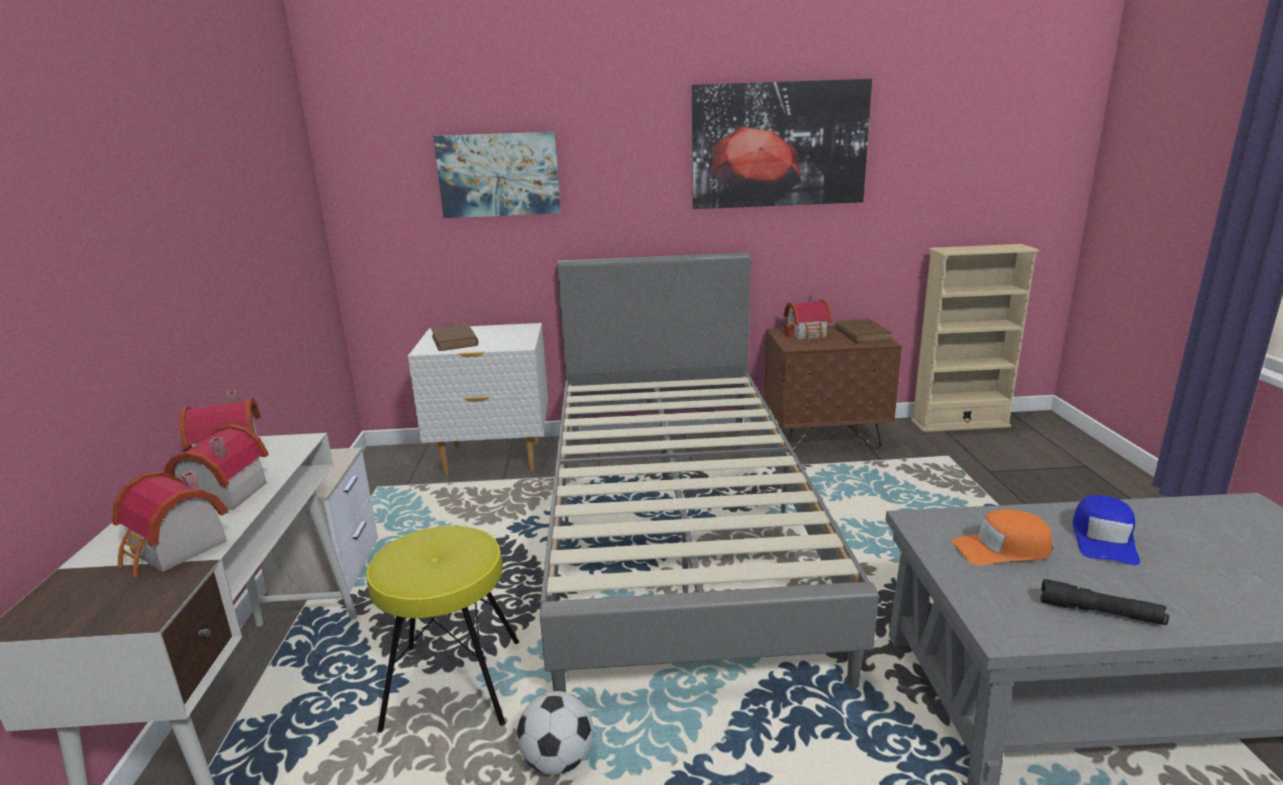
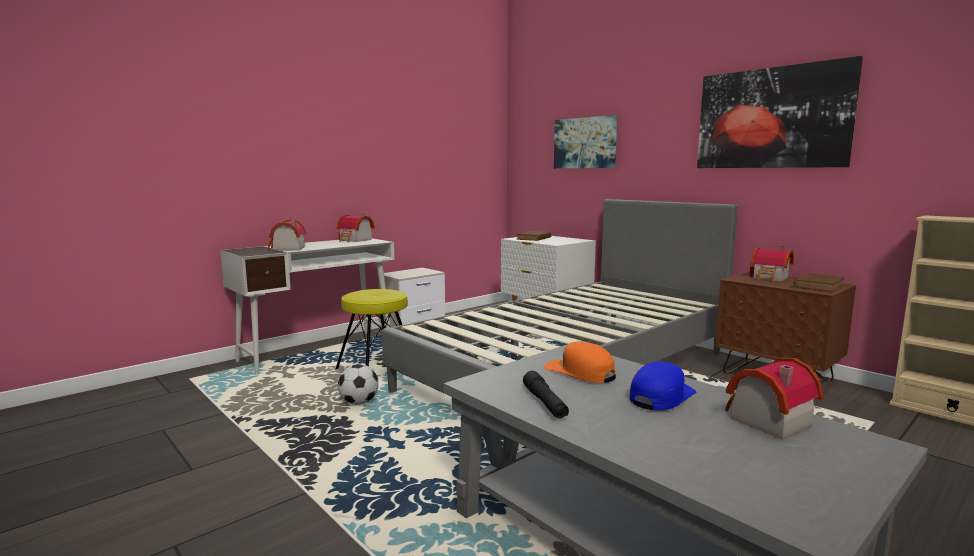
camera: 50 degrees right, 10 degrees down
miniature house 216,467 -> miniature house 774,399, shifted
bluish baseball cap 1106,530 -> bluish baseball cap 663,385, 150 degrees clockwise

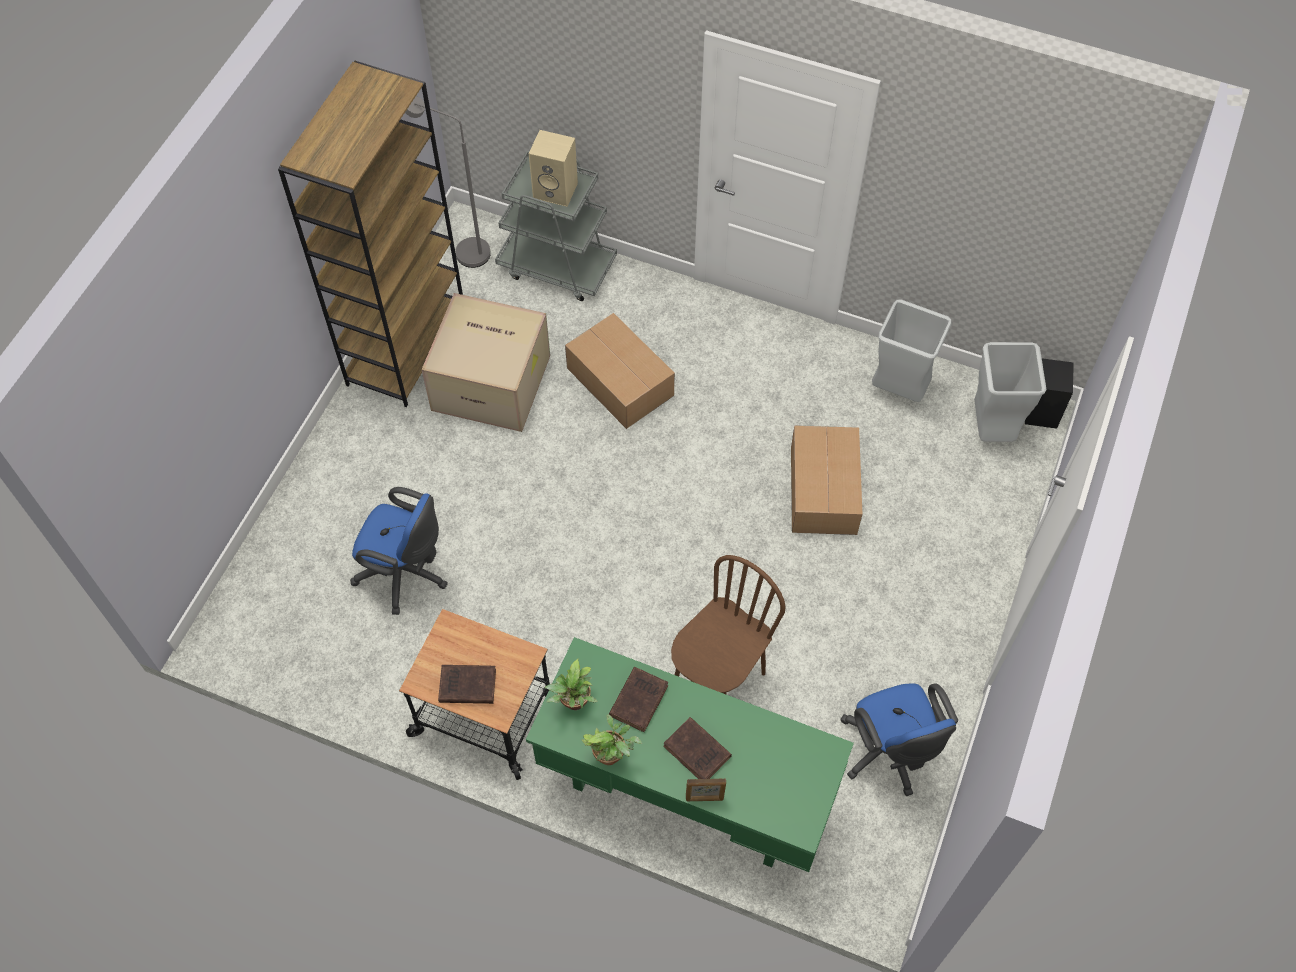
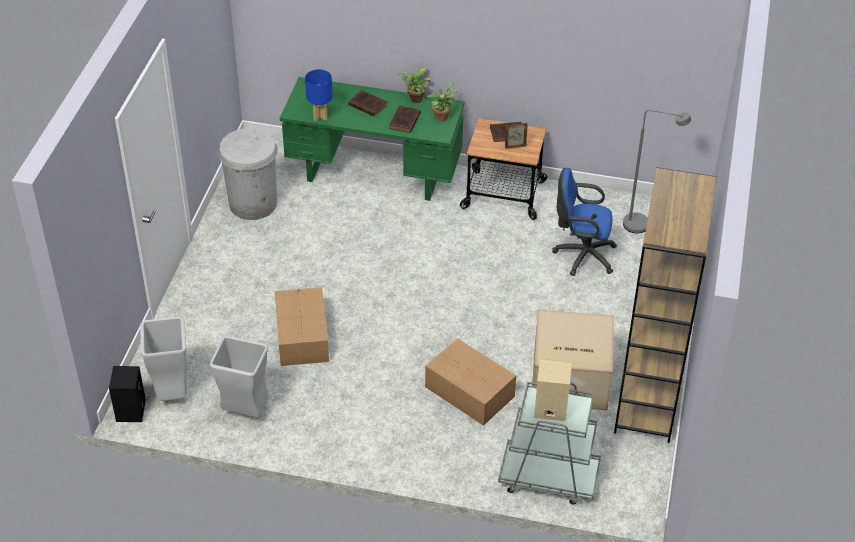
camera: 170 degrees right, 15 degrees down
gray standing lamp 448,182 -> gray standing lamp 657,172, shifted
brown plain chair 728,624 -> none
picture frame 706,789 -> picture frame 516,136, shifted
bluish office chair 899,739 -> white-coloured trash can 248,174
none -> bluish lamp for a table 319,95

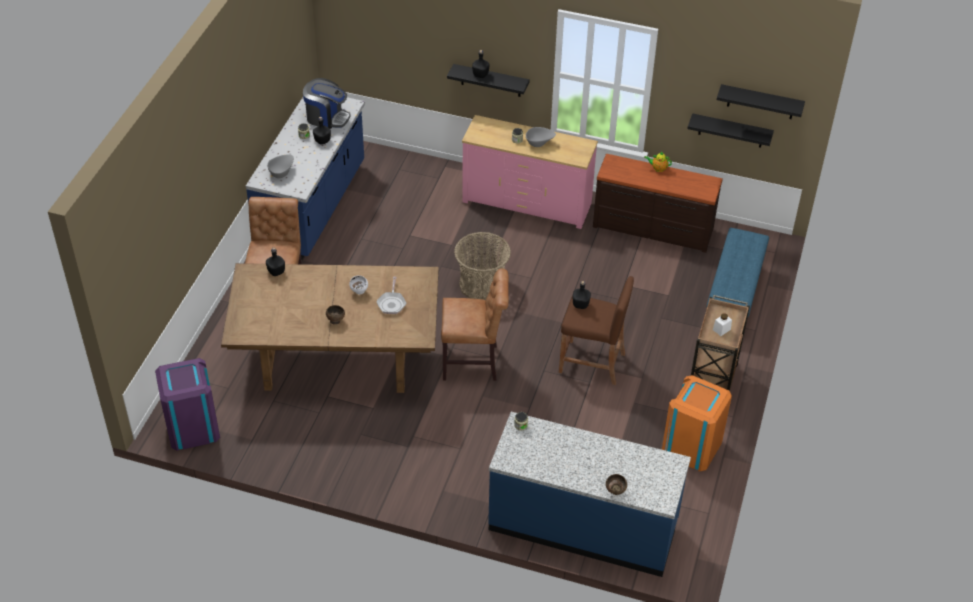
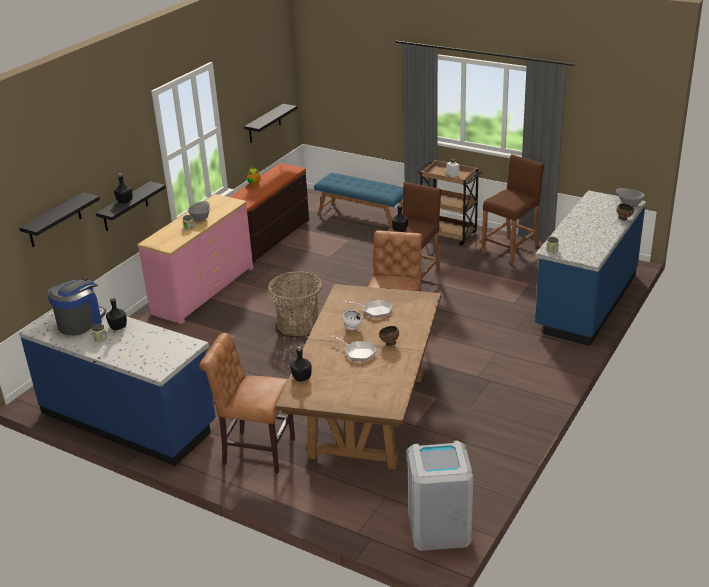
camera: 75 degrees left, 15 degrees down
purple trash can 187,404 -> gray trash can 440,496
gray deep dish 280,166 -> gray deep dish 630,197, shifted
orange trash can 697,423 -> brown stool seat 512,209
blackish wall shelf 761,101 -> blackish wall shelf 59,219, shifted
none -> frying pan 354,348

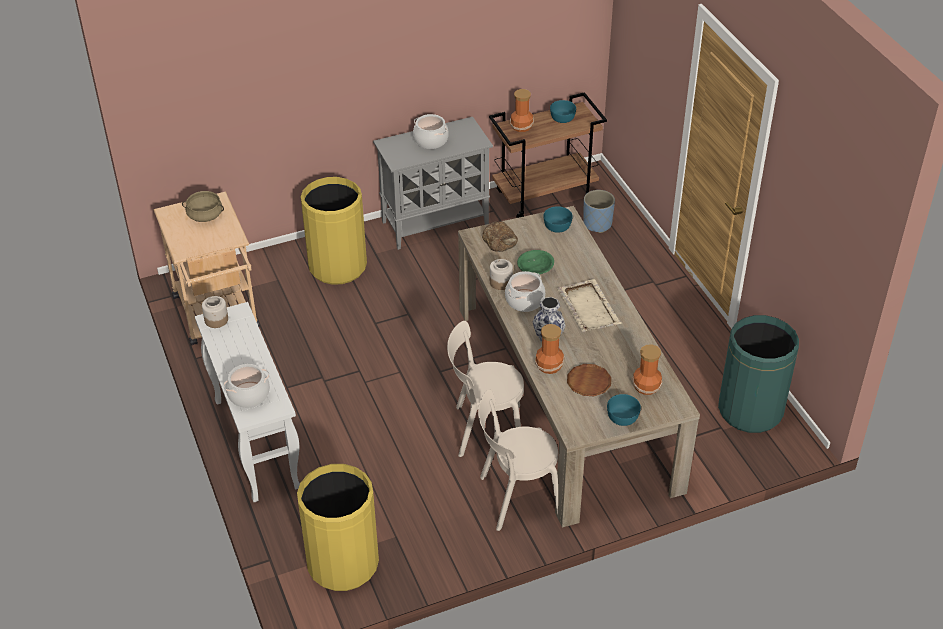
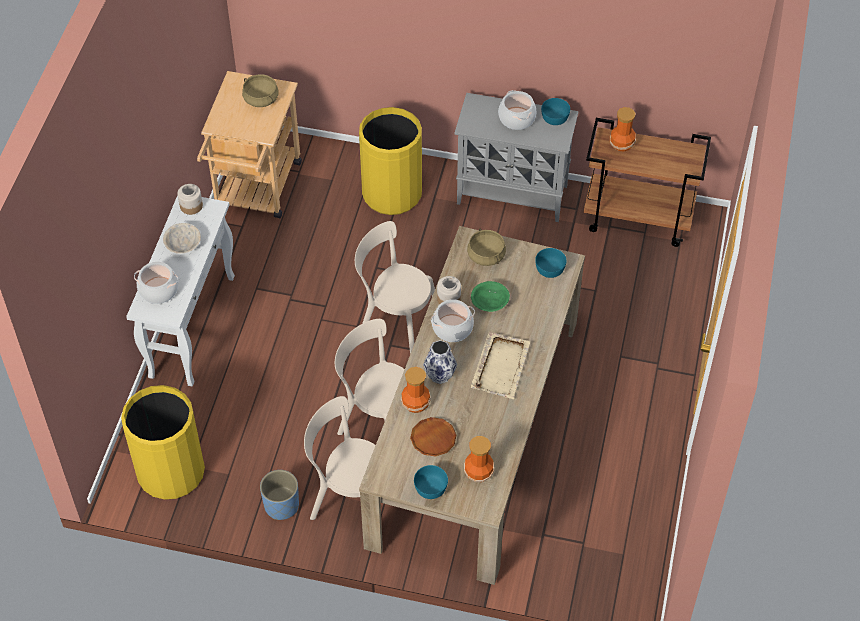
camera: 35 degrees right, 10 degrees up
bread 500,236 -> sand-coloured saucepot 486,247
turquoise-coloured deep dish 563,111 -> turquoise-coloured deep dish 555,111, shifted
bluish flower pot 599,211 -> bluish flower pot 279,495, shifted
green trash can 758,374 -> none
none -> sand-coloured deep dish 182,238
none -> sand-coloured plain chair 395,287

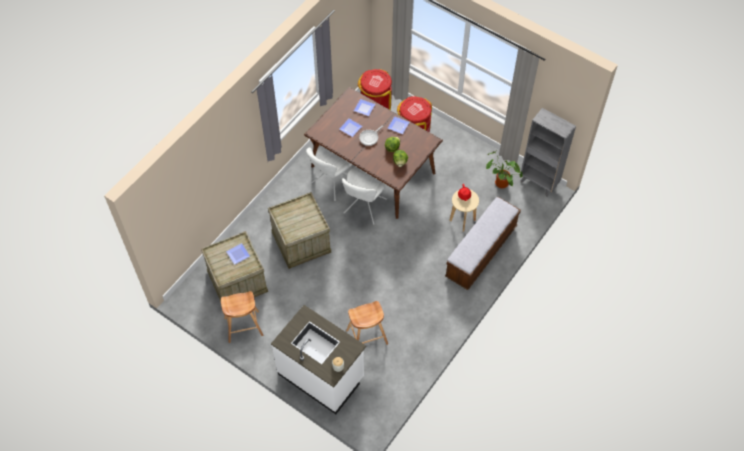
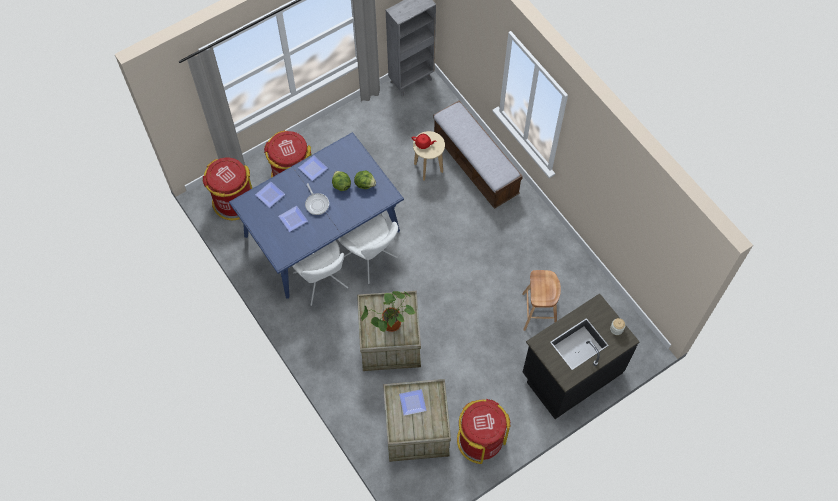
camera: 70 degrees left, 5 degrees up
brown stool seat 242,317 -> reddish trash can 484,431
white-coloured kitchen base unit 318,359 -> blackish kitchen base unit 581,356
brown dining table 373,153 -> bluish dining table 316,215
plant in a pot 504,169 -> plant in a pot 388,311, shifted

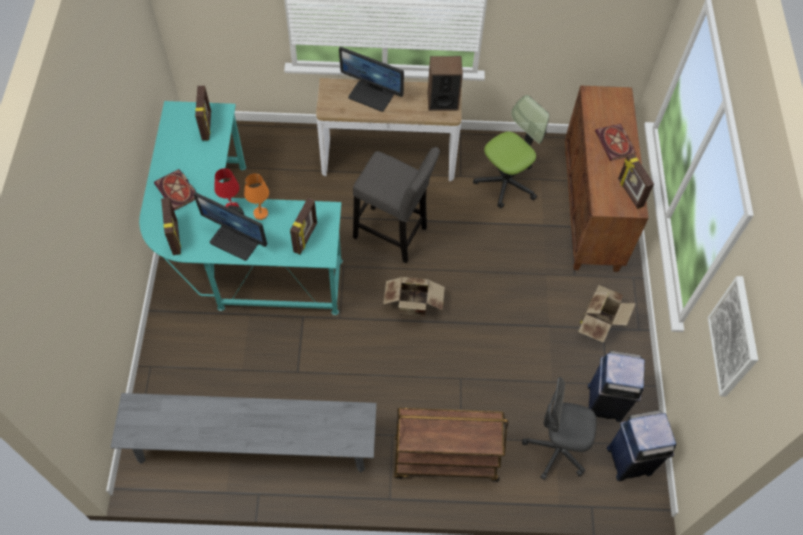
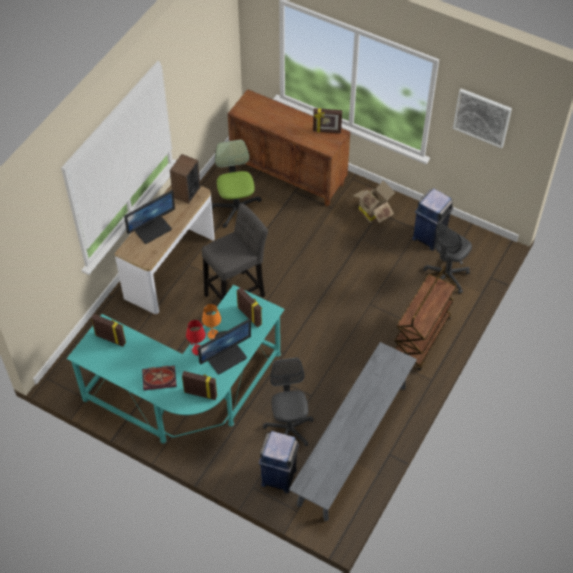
camera: 60 degrees left, 5 degrees down
packing box 414,297 -> none
volume 615,142 -> none
bluish trash can 642,445 -> bluish trash can 279,462, shifted
none -> gray office chair 288,401

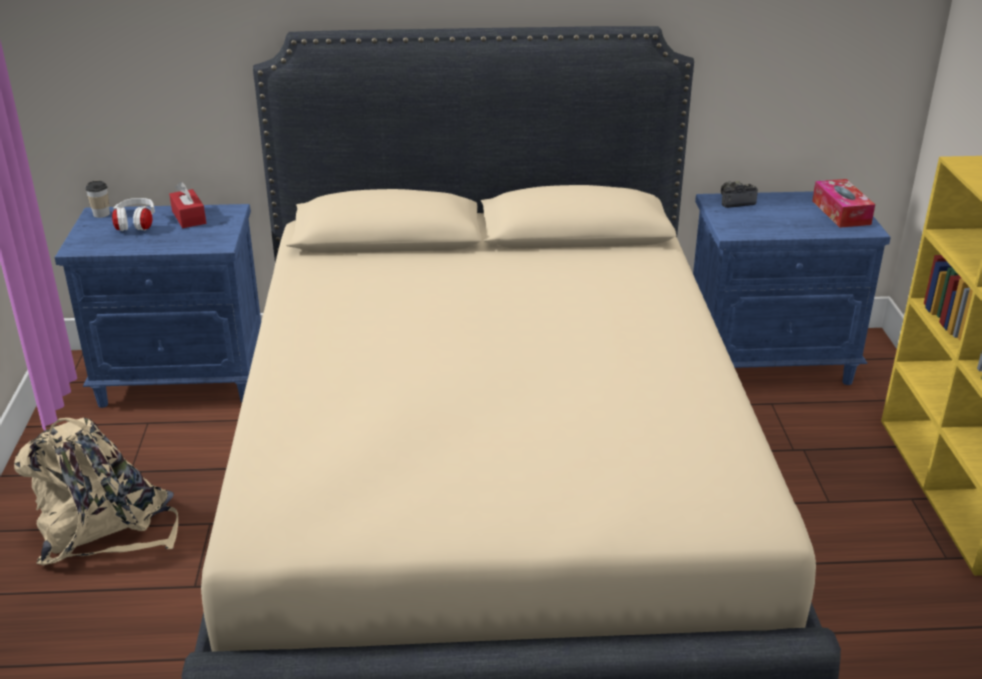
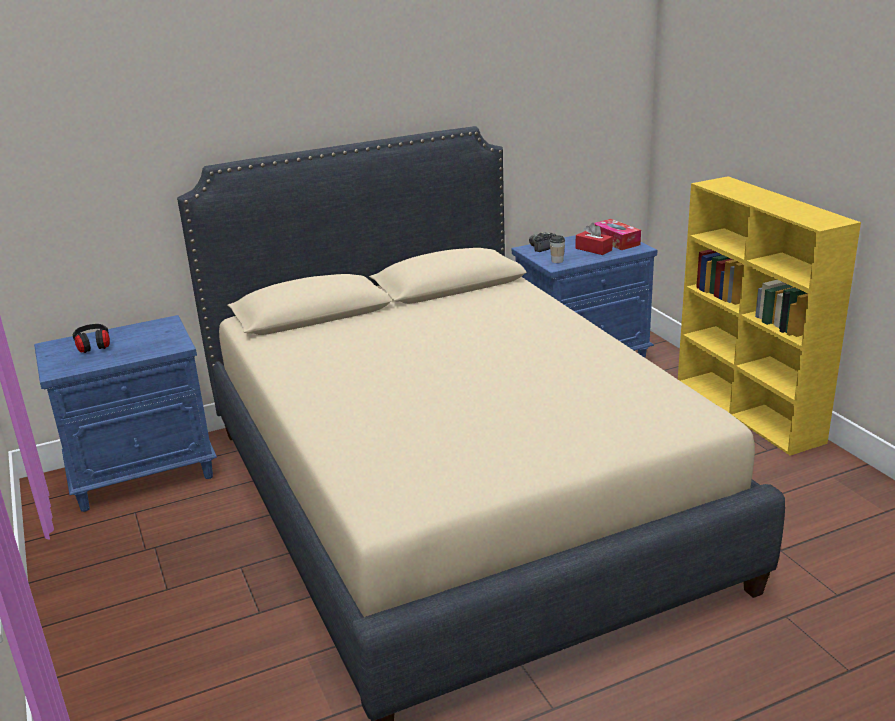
camera: 20 degrees left, 5 degrees down
sand-coloured backpack 96,491 -> none
small cup 97,199 -> small cup 557,249, shifted
white-coloured headset 133,214 -> blackish headset 91,338
reddish box of tissues 187,205 -> reddish box of tissues 594,239, shifted

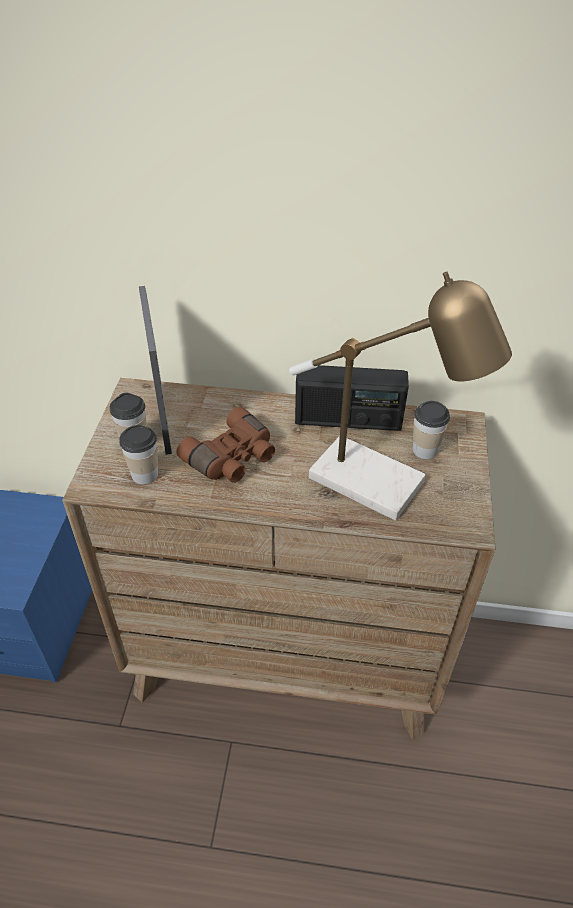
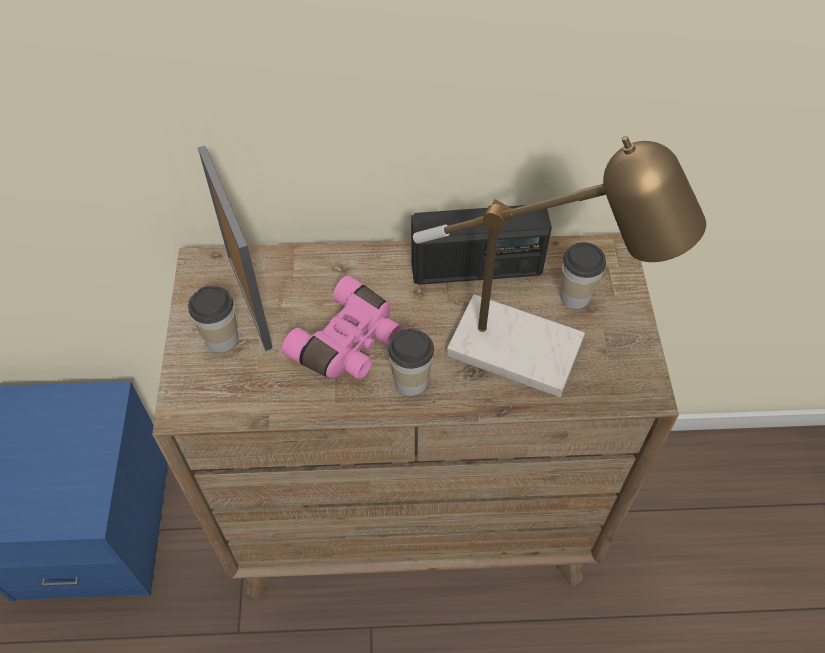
camera: 10 degrees left, 10 degrees up
small cup 139,454 -> small cup 411,362, shifted
brown field glasses 225,444 -> pink field glasses 341,327

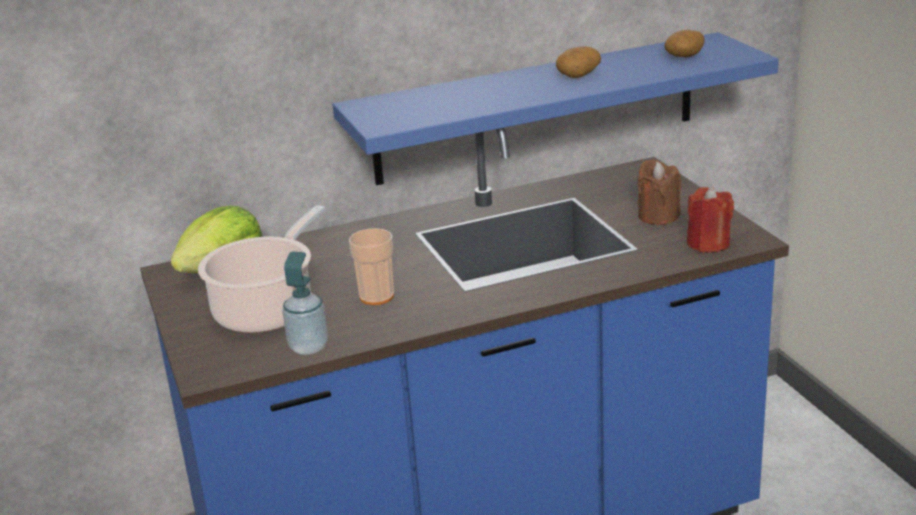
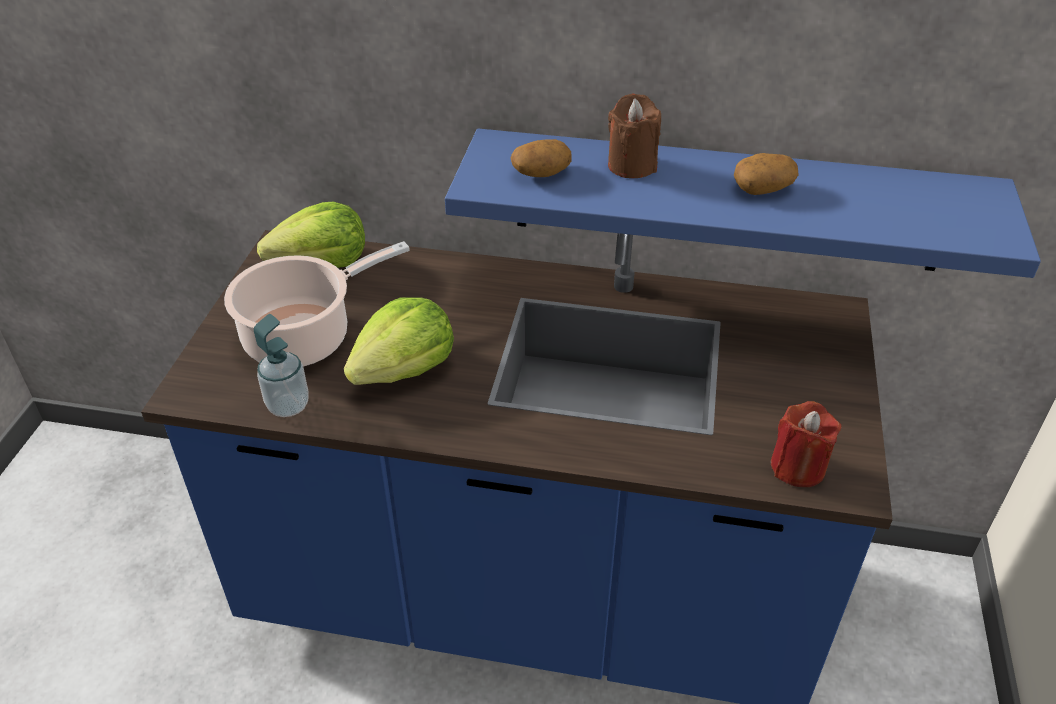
camera: 30 degrees right, 15 degrees up
small cup 371,266 -> lettuce 399,341
brown candle 659,192 -> brown candle 634,136, shifted
spud 684,43 -> spud 541,158, shifted

